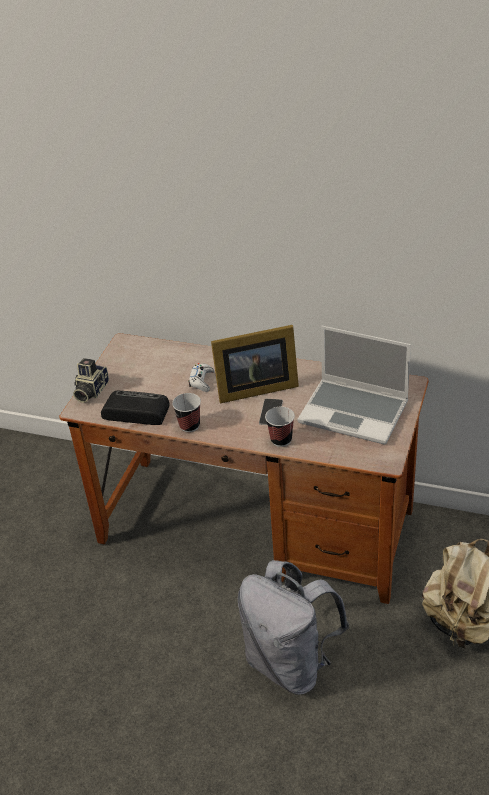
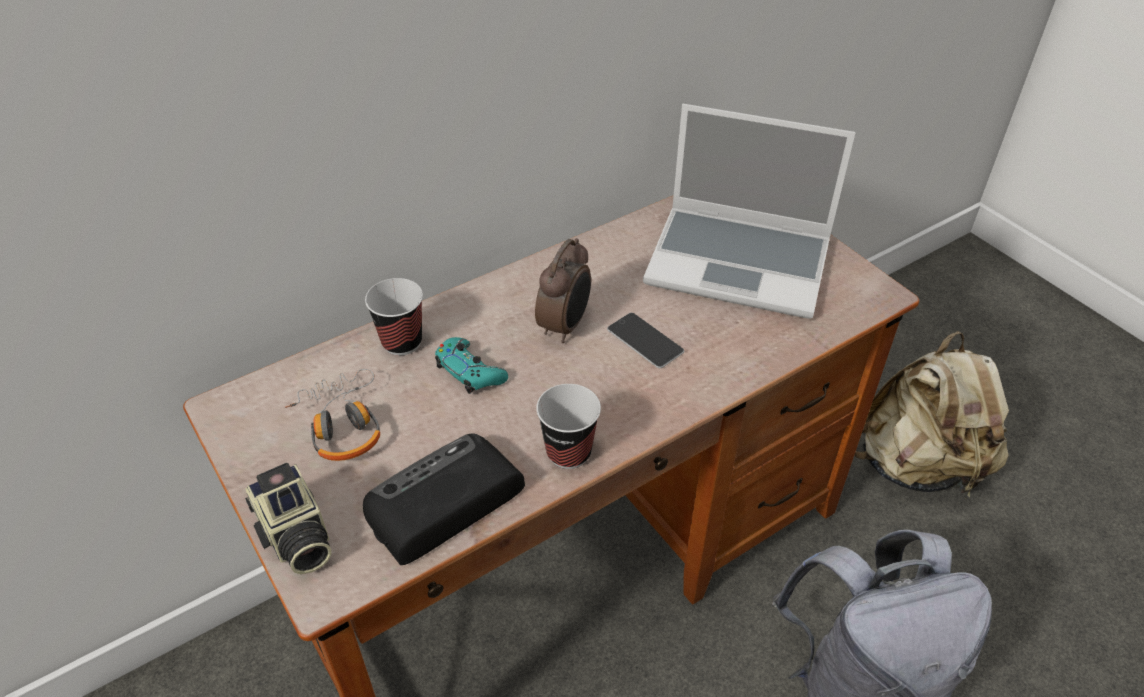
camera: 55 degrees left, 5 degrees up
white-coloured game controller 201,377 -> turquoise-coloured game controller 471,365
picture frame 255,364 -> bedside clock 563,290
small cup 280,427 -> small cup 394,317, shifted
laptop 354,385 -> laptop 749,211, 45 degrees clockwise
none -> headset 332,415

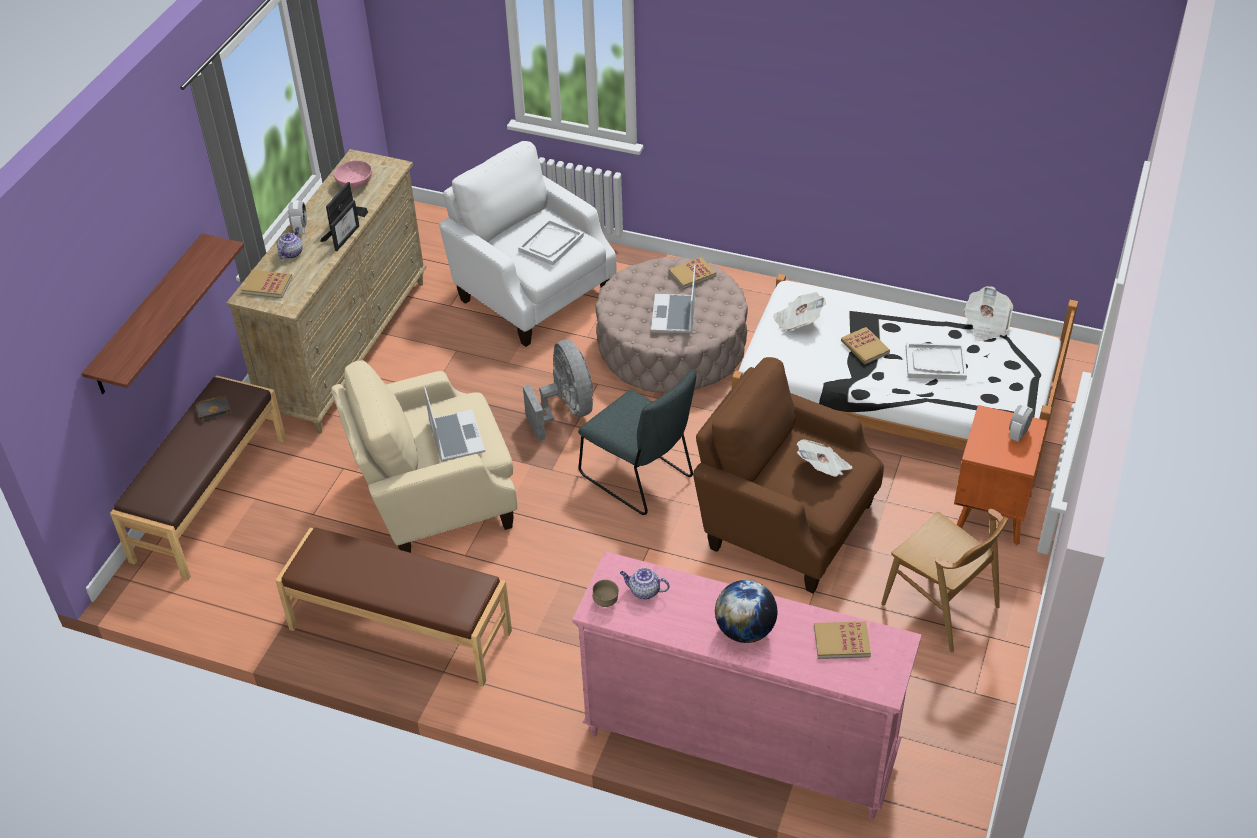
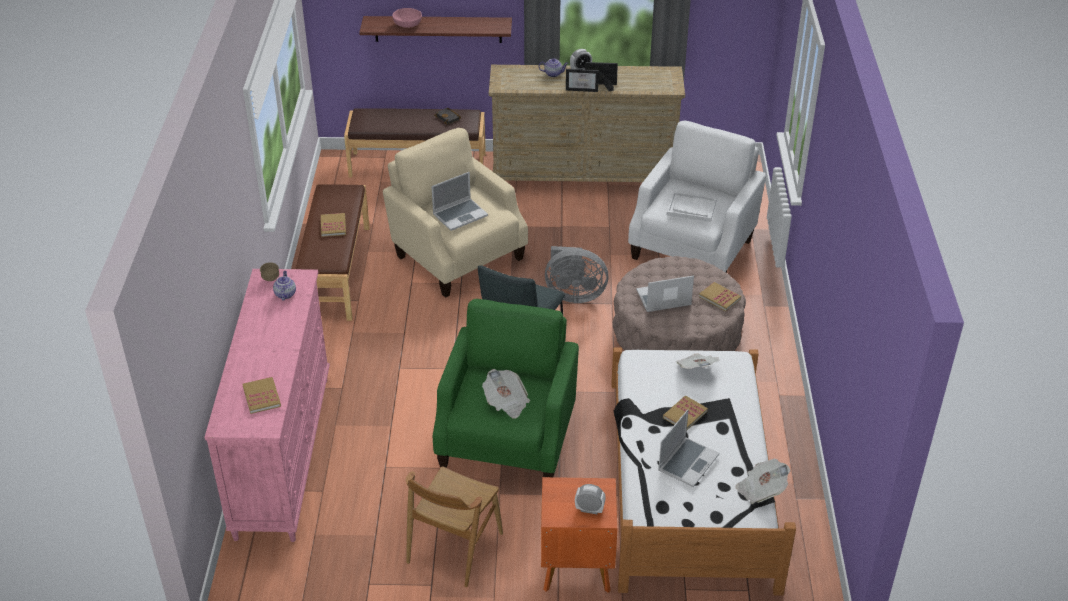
camera: 70 degrees right, 5 degrees down
volume 266,284 -> volume 333,225, shifted
pink deep dish 353,175 -> pink deep dish 407,18, shifted
gray fan 558,390 -> gray fan 577,274, 45 degrees clockwise
brown lounge chair 788,475 -> green lounge chair 506,388
globe 746,611 -> none
white-coloured carrying tray 936,361 -> laptop 688,448

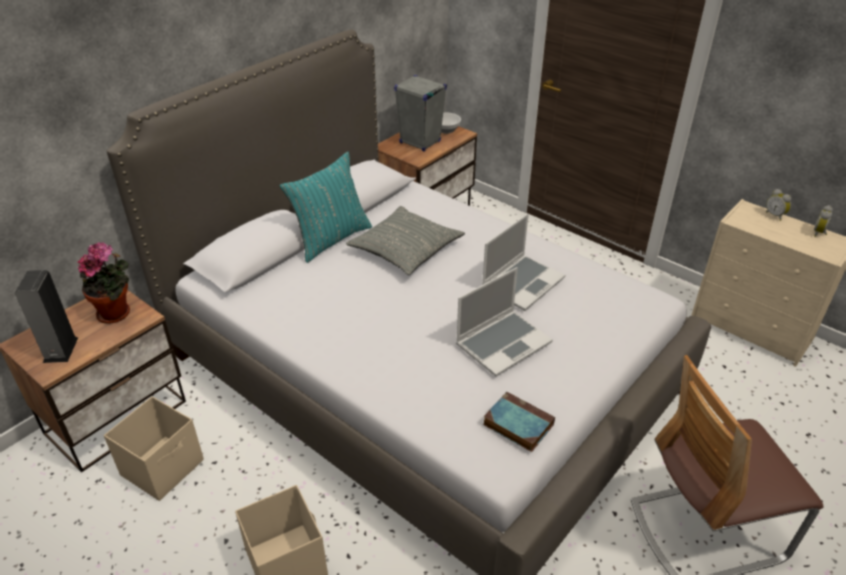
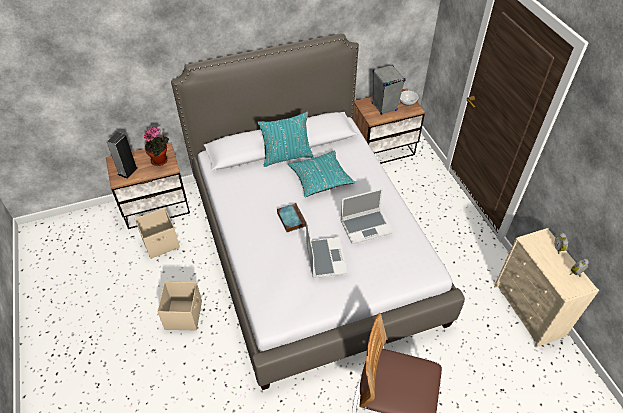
camera: 30 degrees right, 10 degrees up
gray cushion 405,240 -> turquoise-coloured cushion 321,173
laptop 504,321 -> laptop 326,249, 90 degrees counterclockwise
volume 519,422 -> volume 291,217, shifted

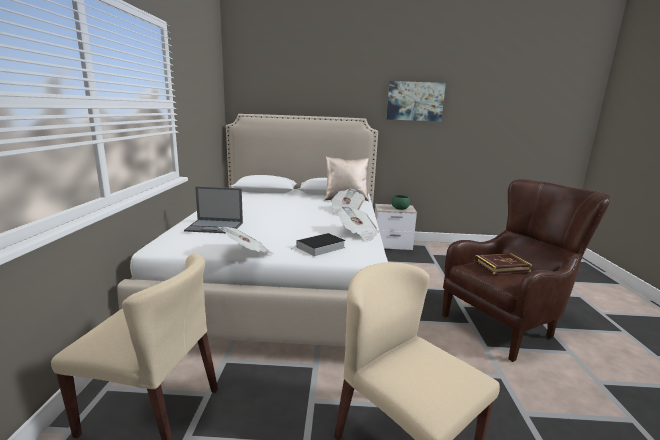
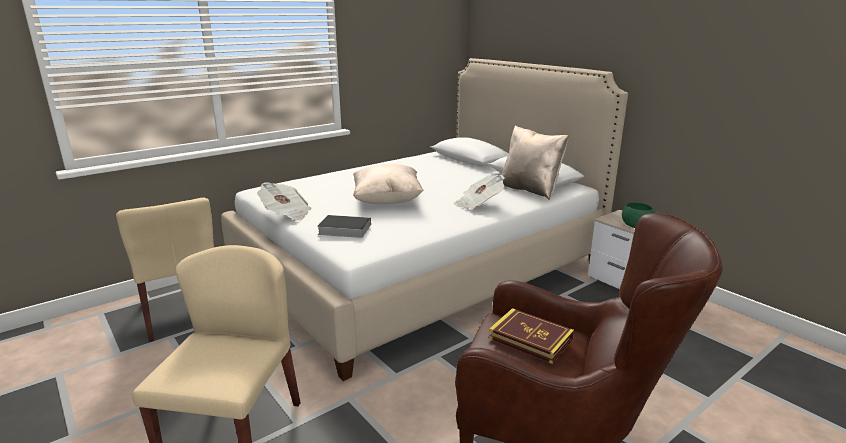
camera: 50 degrees right, 5 degrees up
laptop 213,210 -> none
newspaper 358,223 -> none
wall picture 416,101 -> none
none -> sand-coloured cushion 388,184

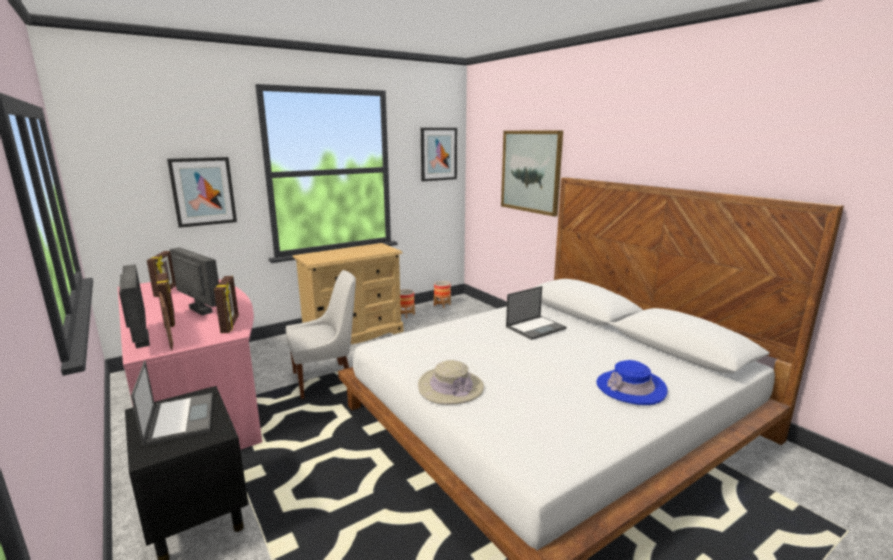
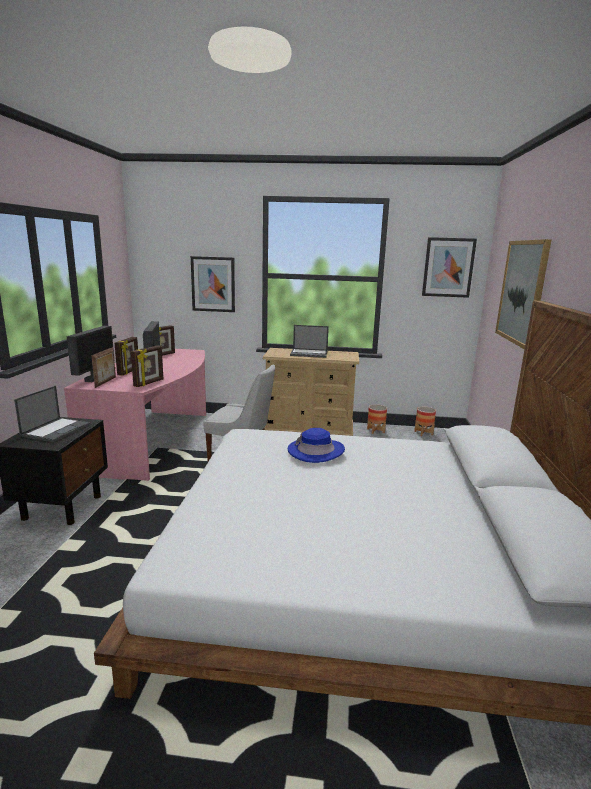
camera: 40 degrees right, 0 degrees up
sand-coloured wearable hat 451,382 -> none
laptop 536,313 -> laptop 309,341, shifted
bluish wearable hat 632,382 -> bluish wearable hat 316,445, shifted

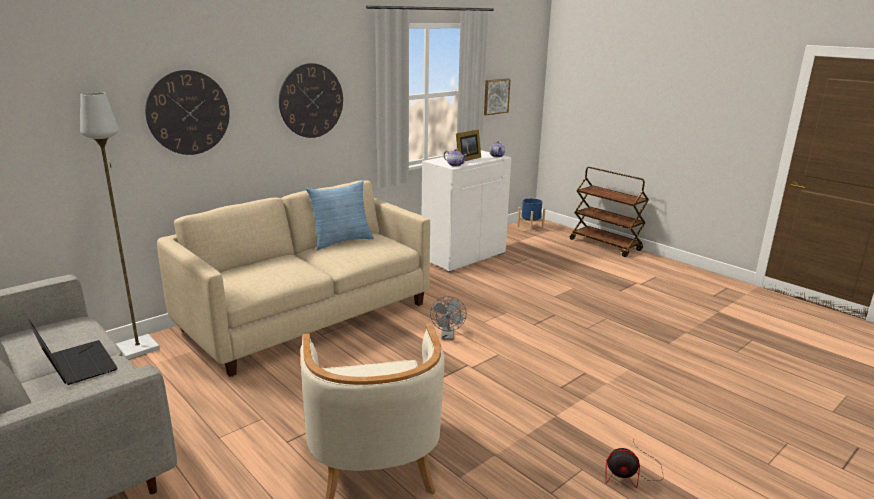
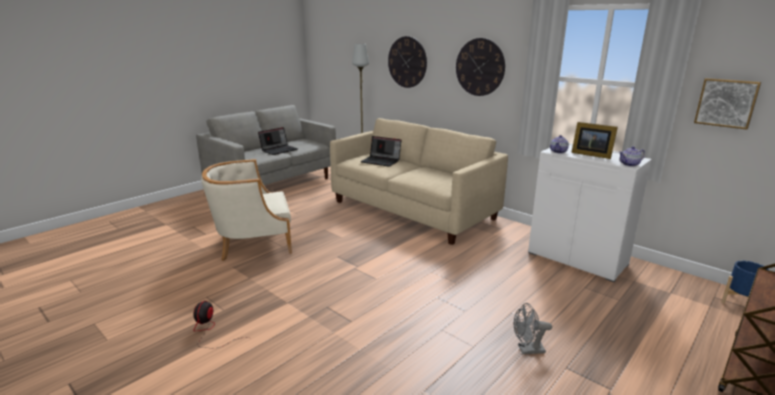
camera: 85 degrees right, 0 degrees up
cushion 340,215 -> none
gray fan 448,318 -> gray fan 533,328, shifted
none -> laptop 380,151

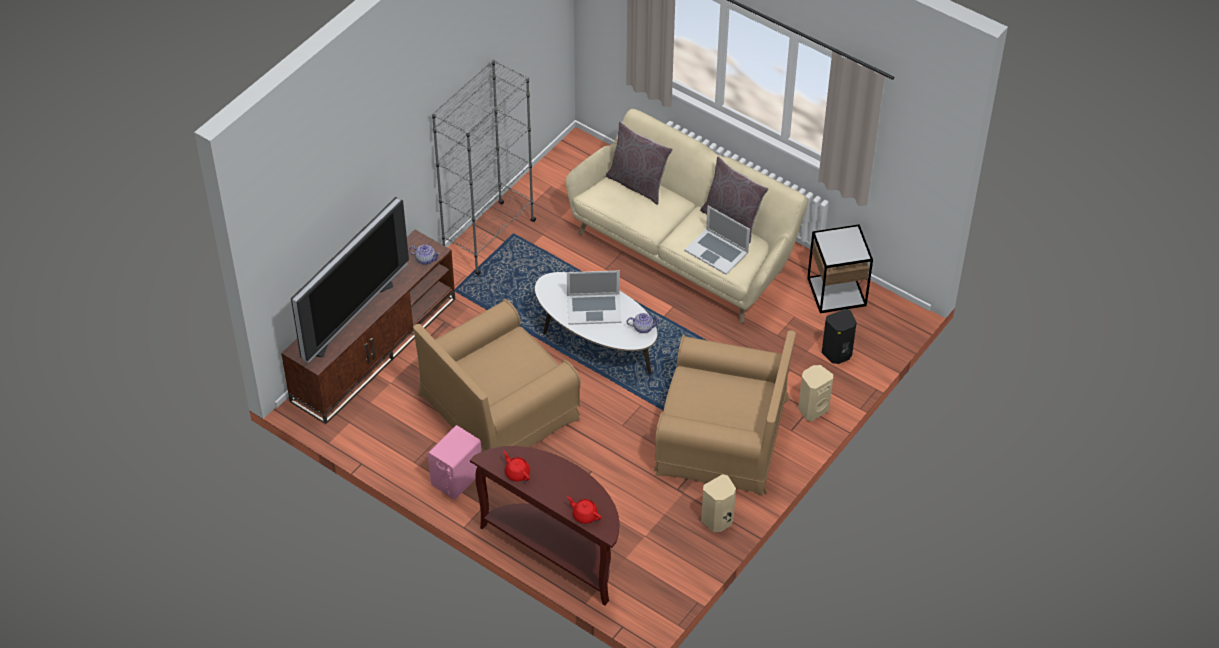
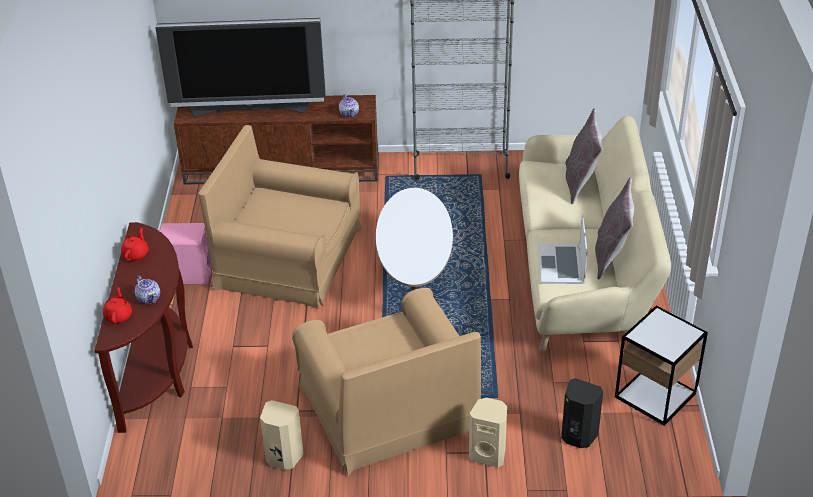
camera: 55 degrees right, 10 degrees down
laptop 594,297 -> none
pot for tea 643,323 -> pot for tea 147,290, shifted

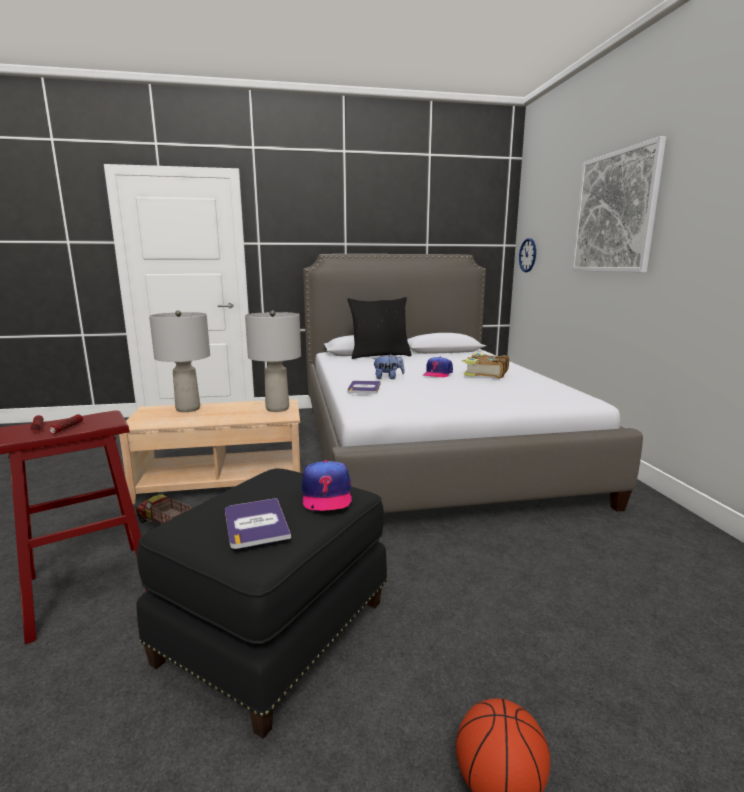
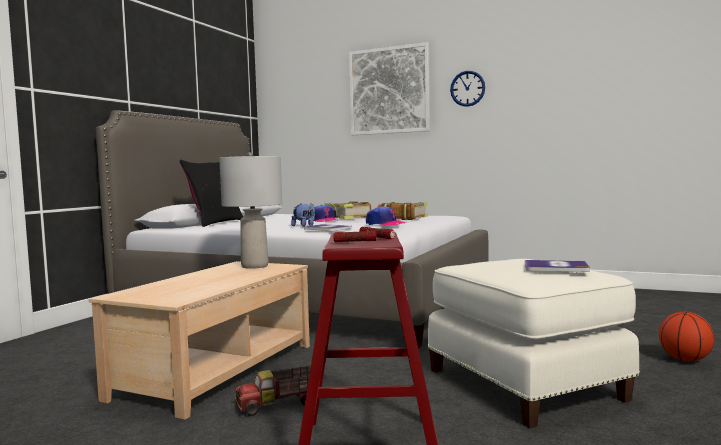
camera: 55 degrees left, 10 degrees down
blackish footrest 261,603 -> white-coloured footrest 534,343
gray lamp for a table 179,361 -> none
baseball cap 327,485 -> baseball cap 386,216, shifted
clock on the wall 527,255 -> clock on the wall 467,89, shifted
none -> volume 403,211

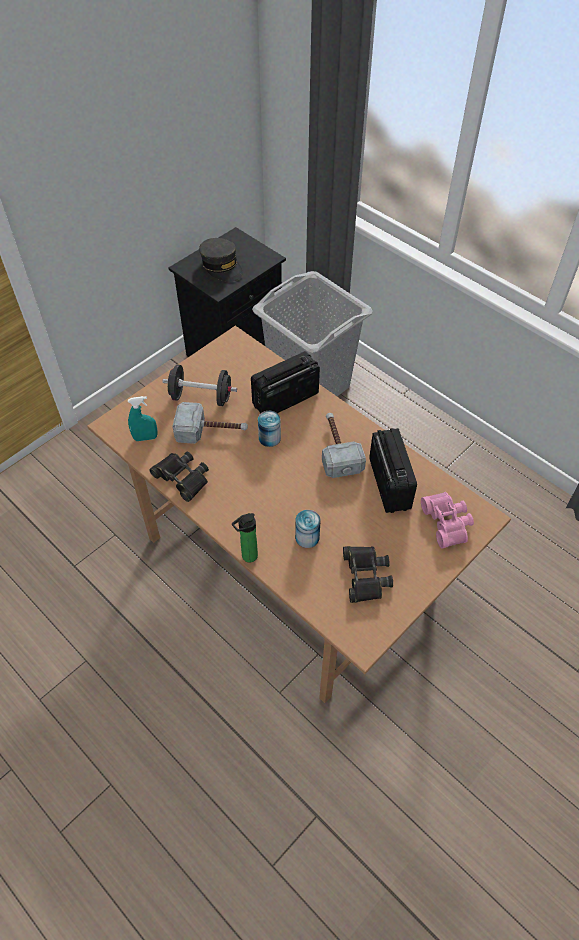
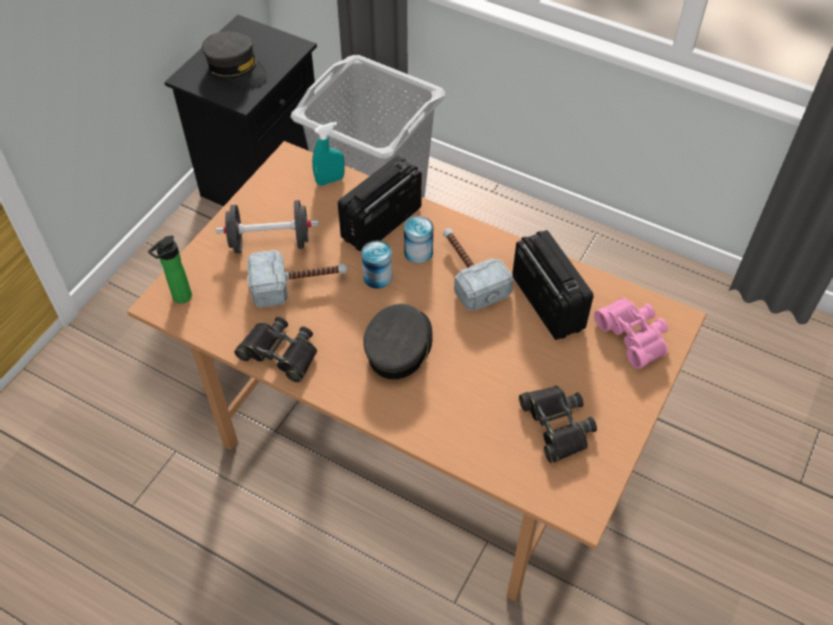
camera: 15 degrees left, 0 degrees up
turquoise-coloured hand sprayer 143,418 -> turquoise-coloured hand sprayer 328,154, shifted
beverage bottle 245,537 -> beverage bottle 170,269, shifted
sealed can 308,529 -> sealed can 418,240, shifted
none -> gray baseball cap 398,341

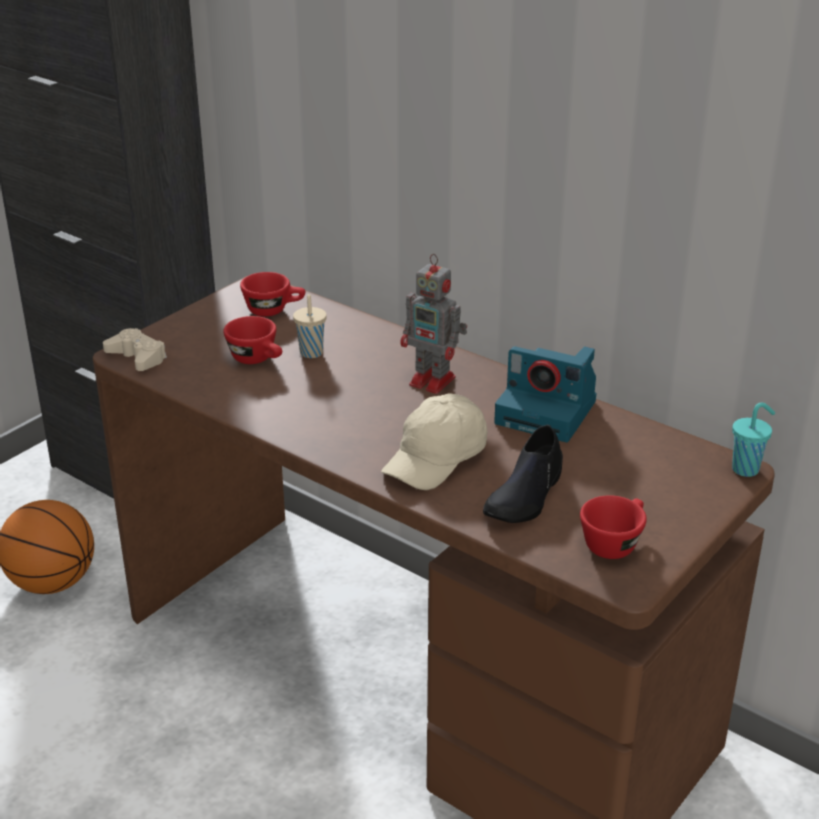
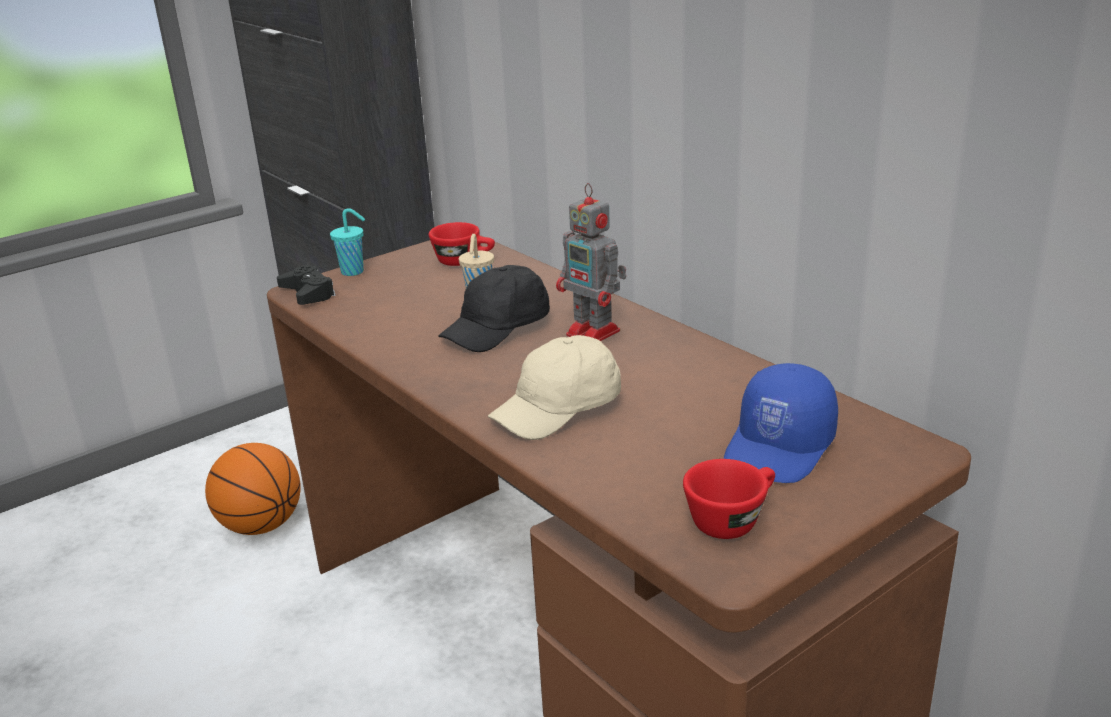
camera: 15 degrees right, 5 degrees down
sand-coloured game controller 135,349 -> blackish game controller 306,285
reddish small cup 252,340 -> none
blackish shoe 523,474 -> none
still camera 545,394 -> none
turquoise-coloured small cup 753,440 -> turquoise-coloured small cup 347,242, shifted
none -> blackish baseball cap 494,308
none -> bluish baseball cap 781,423

